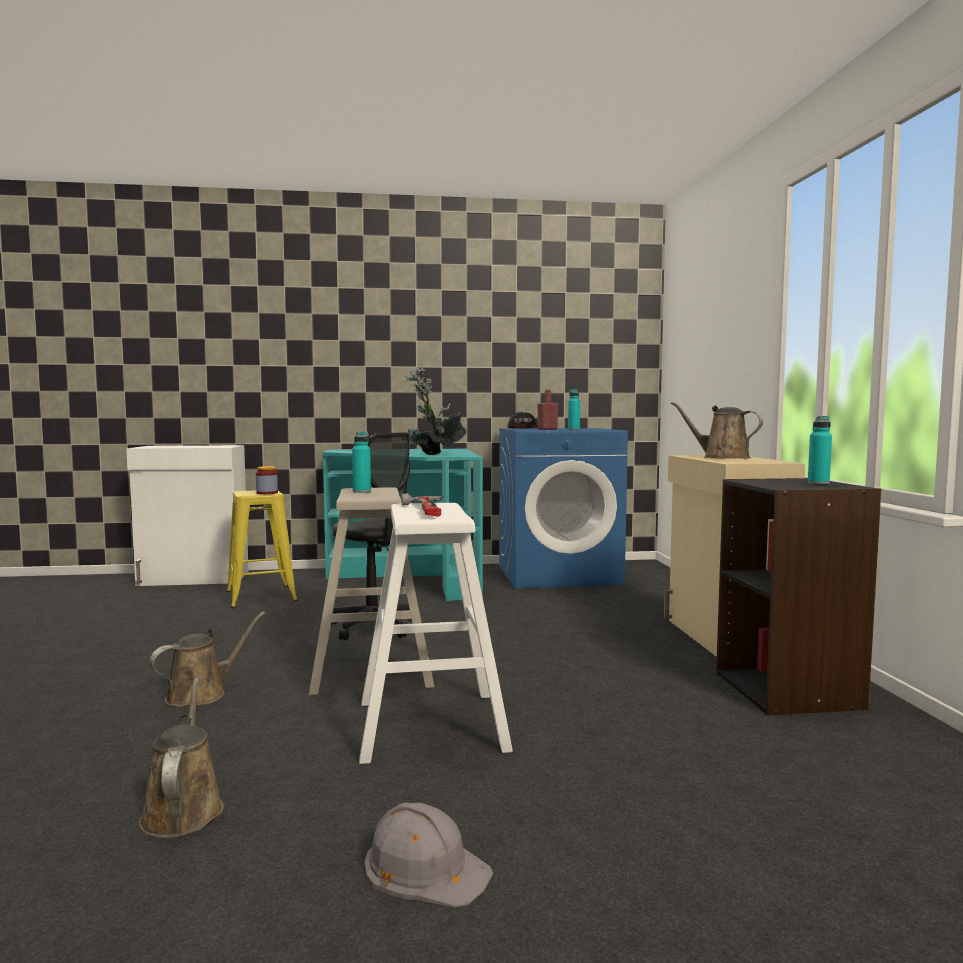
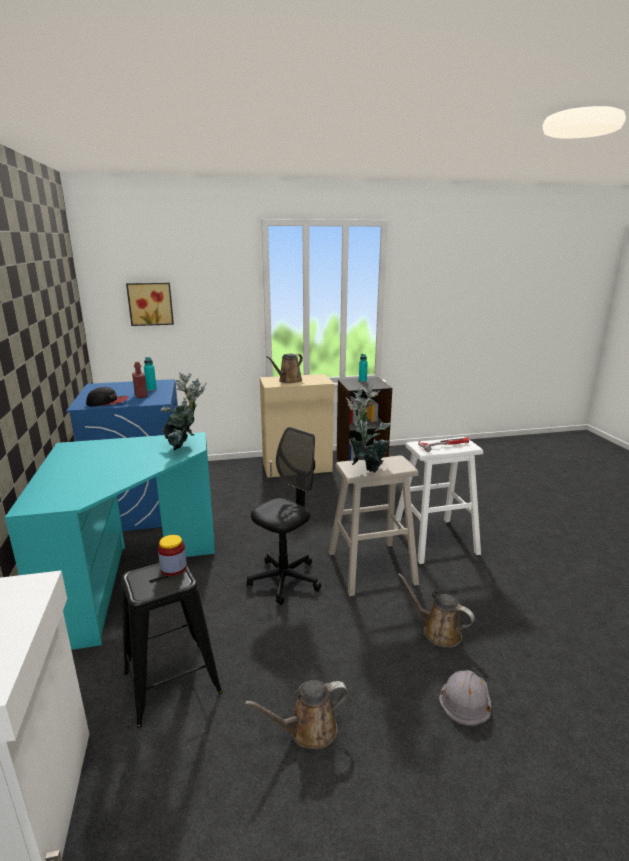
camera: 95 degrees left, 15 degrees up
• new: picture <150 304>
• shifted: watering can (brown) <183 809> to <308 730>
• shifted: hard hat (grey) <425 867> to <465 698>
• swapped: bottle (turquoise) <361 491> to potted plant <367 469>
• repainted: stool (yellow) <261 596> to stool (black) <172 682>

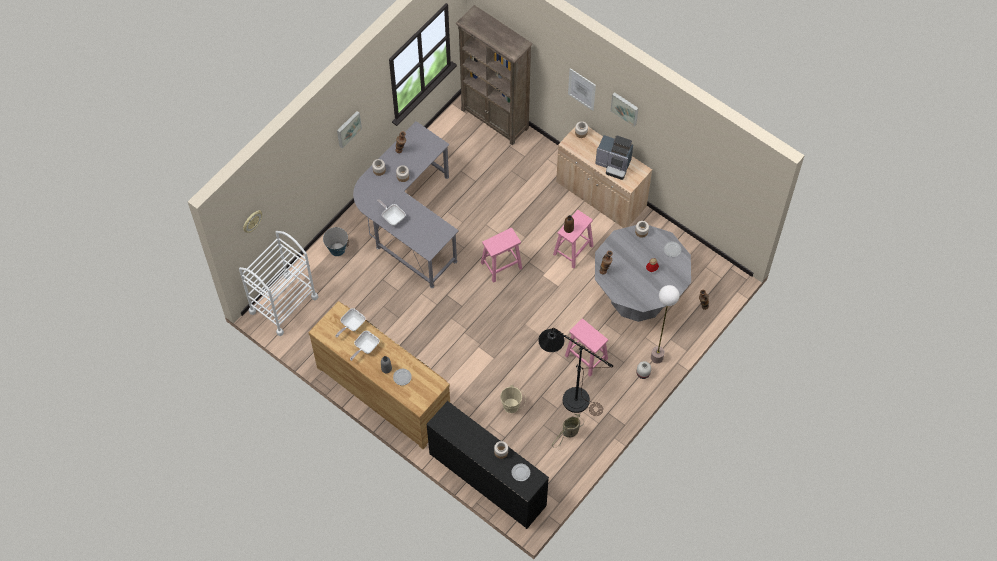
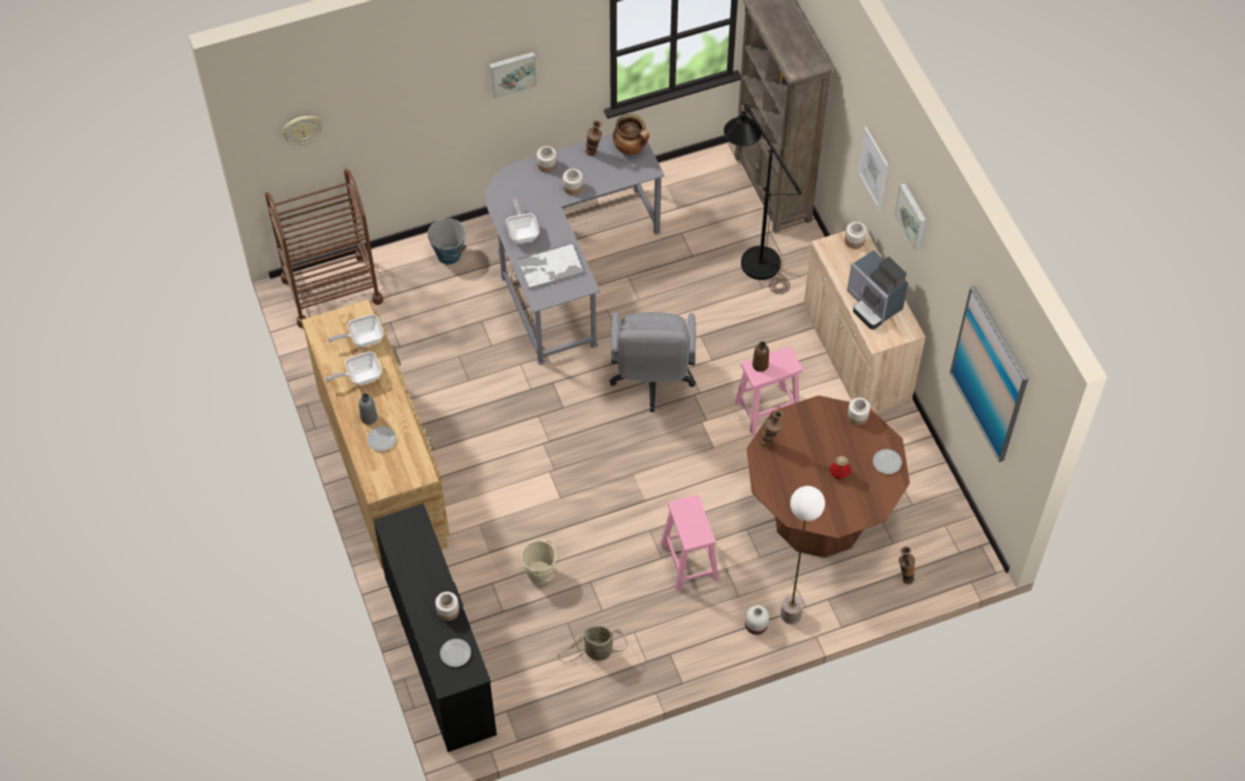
camera: 30 degrees right, 5 degrees down
• new: tray <550 267>
• new: cooking pot <631 149>
• new: picture <989 374>
• shifted: floor lamp (black) <568 396> to <753 255>
• swapped: stool (pink) <501 266> to office chair (grey) <652 381>
• repainted: cart (white) <283 304> to cart (brown) <332 290>
• repainted: dining table (grey) <638 296> to dining table (brown) <819 516>

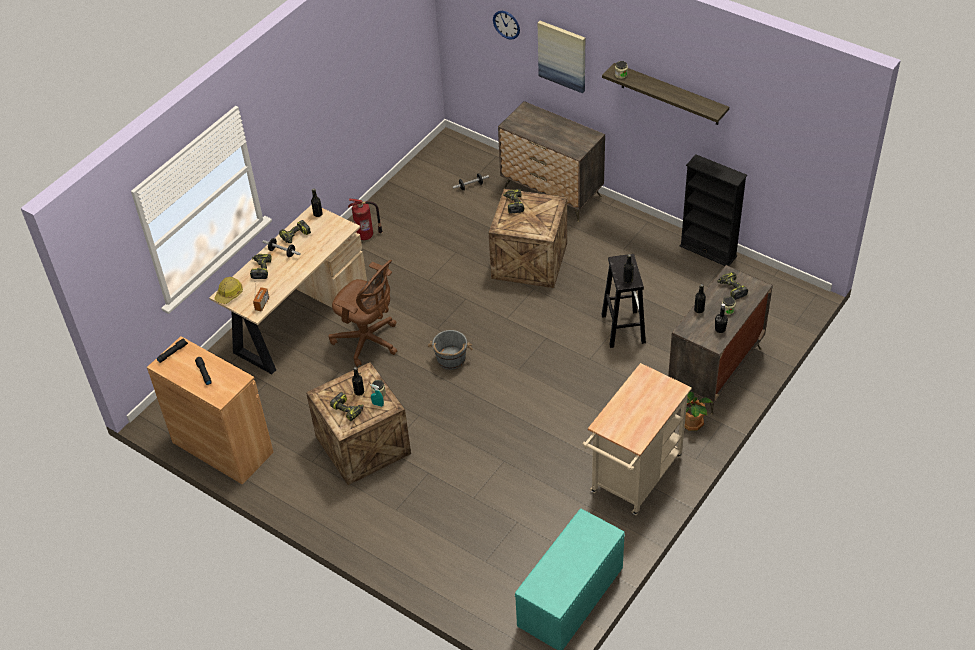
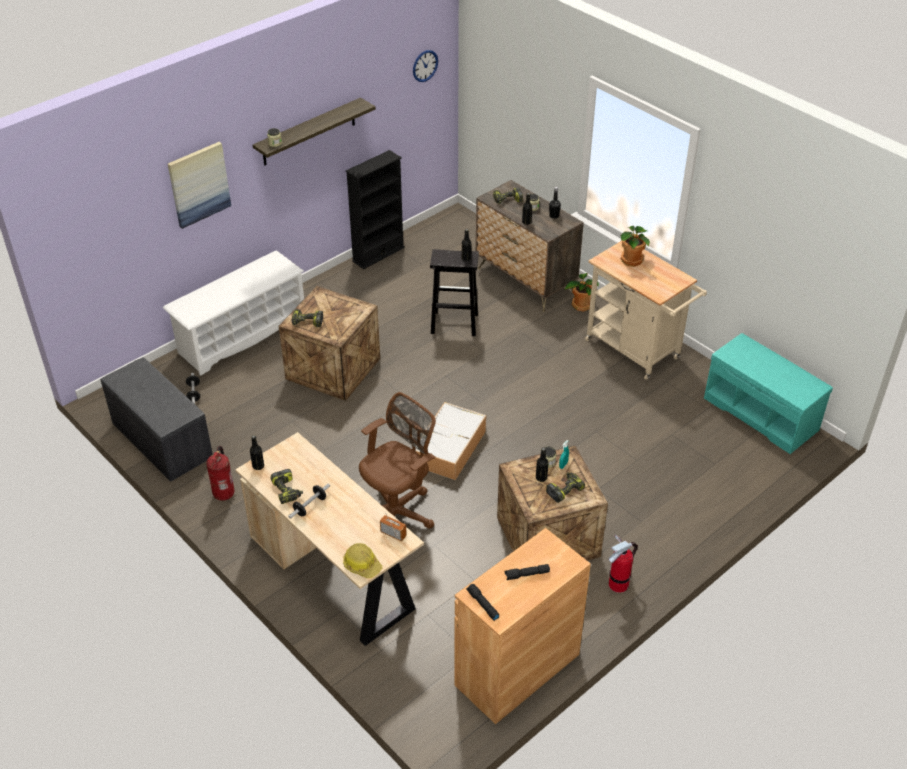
camera: 80 degrees left, 5 degrees down
• gone: power drill <261 269>
• new: bench (grey) <160 439>
• new: fire extinguisher <618 584>
• new: potted plant <632 260>
• shifted: wall clock <506 24> to <425 65>
• swapped: bucket (grey) <451 359> to storage box <449 449>
• swapped: dresser <552 193> to shoe rack (white) <242 335>

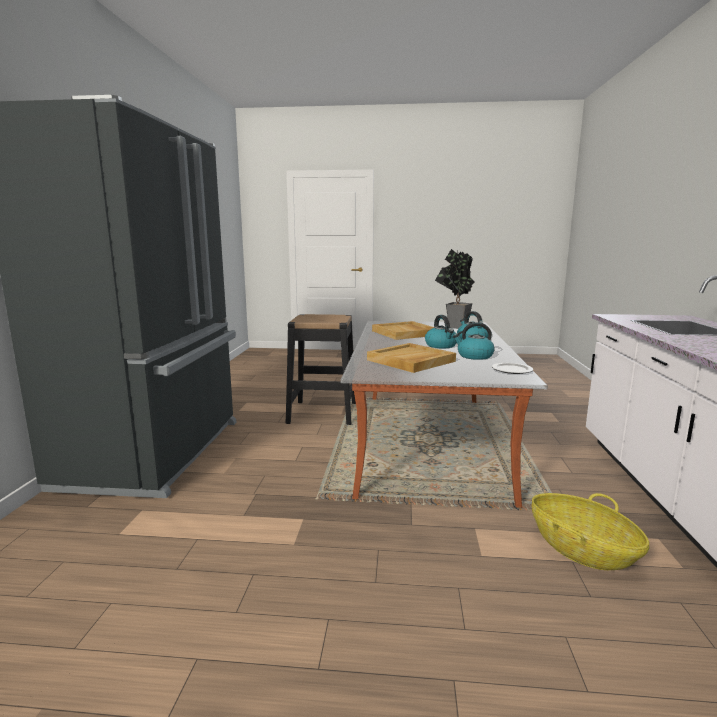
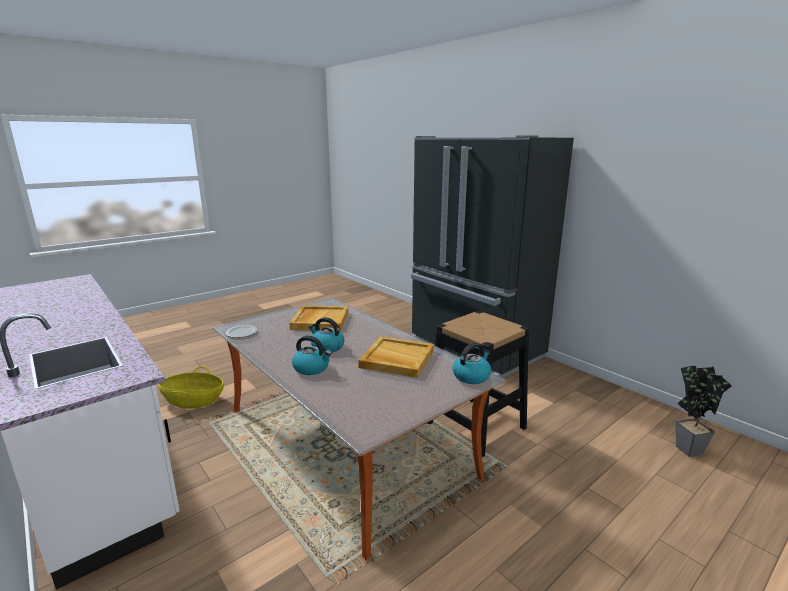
camera: 135 degrees right, 5 degrees up
• shifted: potted plant <455 327> to <688 447>
• shifted: kettle <474 356> to <471 376>

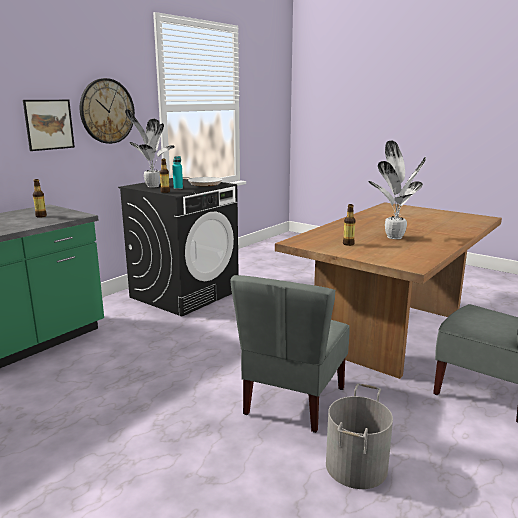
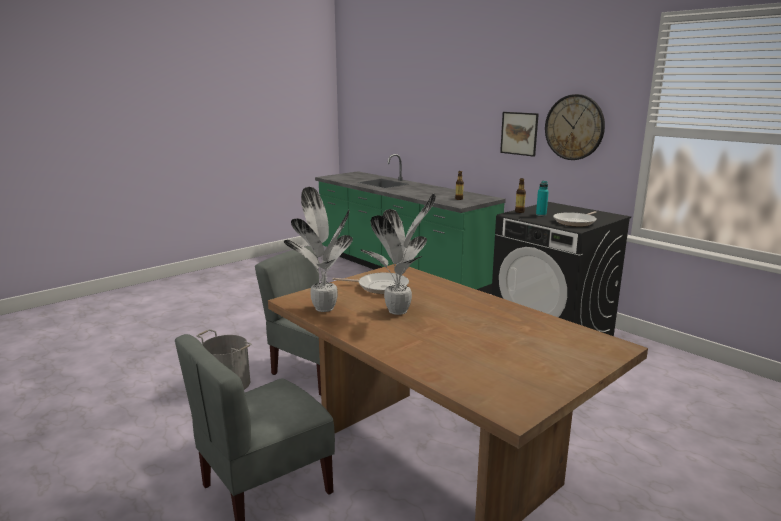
camera: 100 degrees right, 0 degrees up
• shifted: potted plant <151 186> to <324 307>
• swapped: bottle <348 244> to frying pan <380 286>

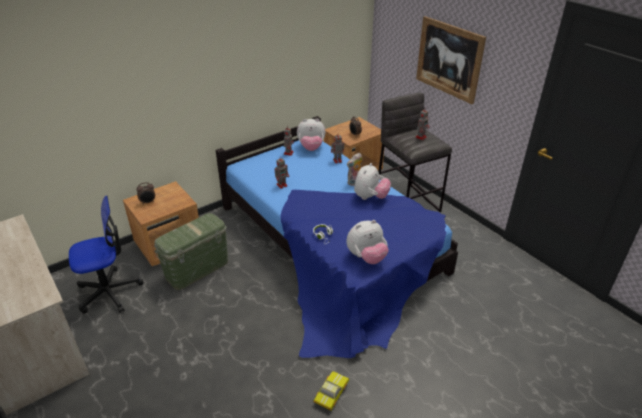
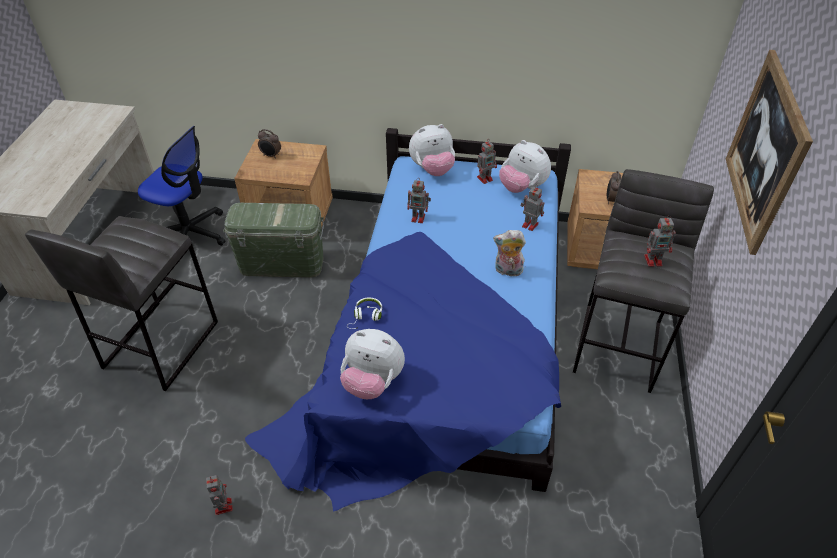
camera: 45 degrees right, 10 degrees up
• new: stool (grey) <159 345>
• shifted: plush toy <370 197> to <432 169>
• swapped: toy car <330 393> to toy robot <223 505>

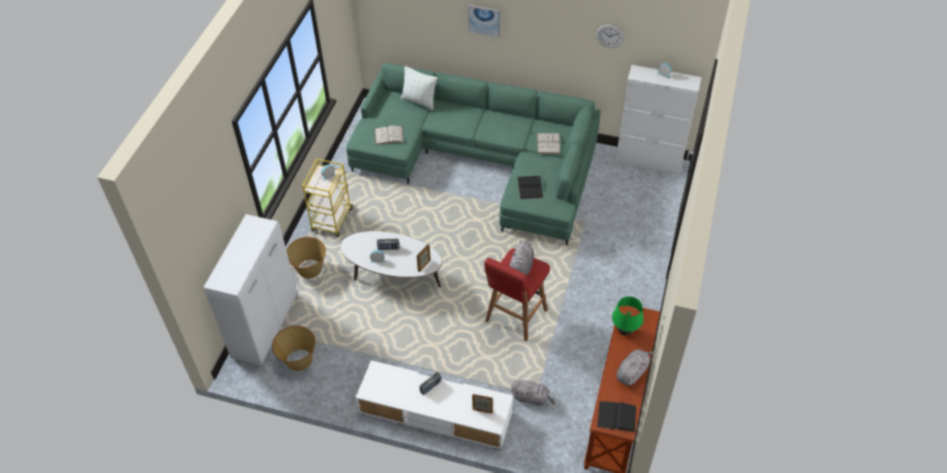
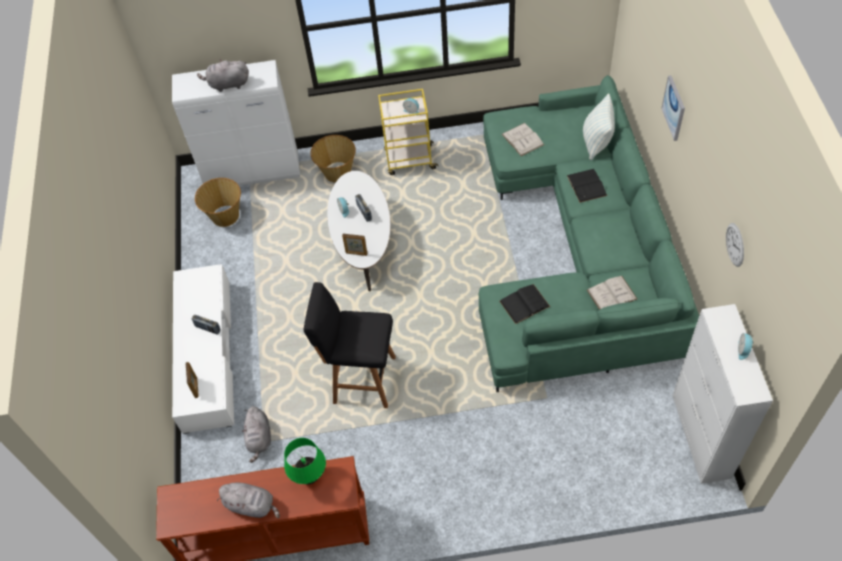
camera: 70 degrees right, 5 degrees up
• shifted: plush toy (grey) <521 268> to <227 84>
• shifted: book (black) <616 416> to <586 185>
• repainted: stool (red) <515 317> to stool (black) <361 379>

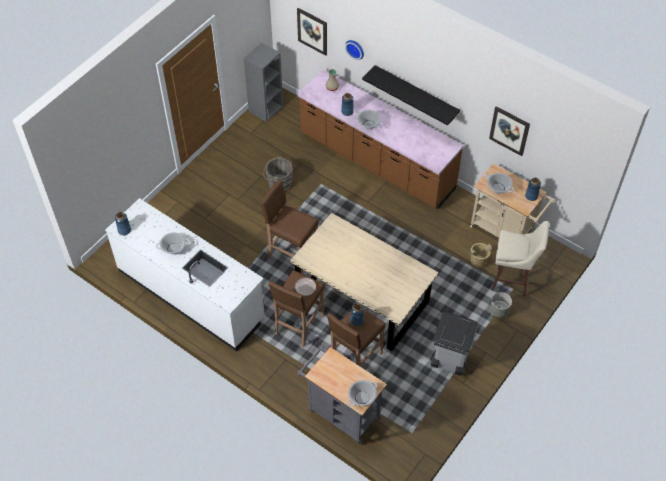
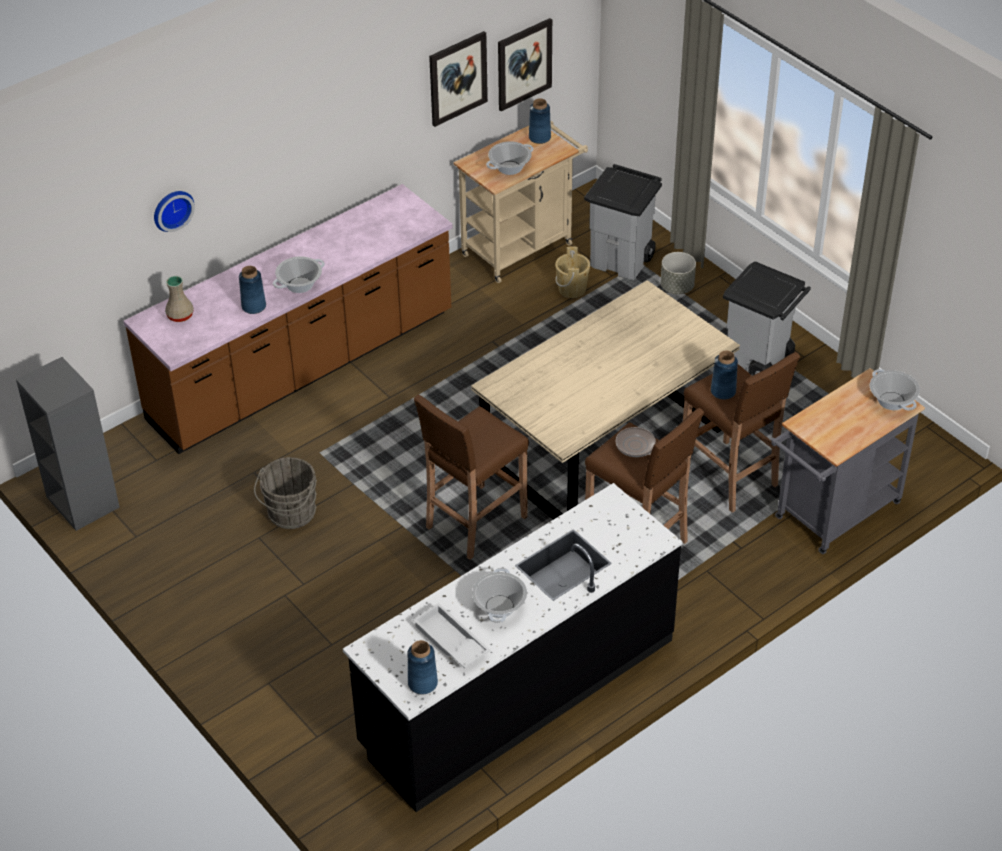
camera: 75 degrees left, 10 degrees down
• gone: shelf (black) <416 93>
• new: tray (white) <450 642>
• shifted: picture <312 31> to <524 64>
• swapped: stool (beige) <512 280> to trash can (grey) <622 260>
• repainted: counter (white) <191 294> to counter (black) <517 692>

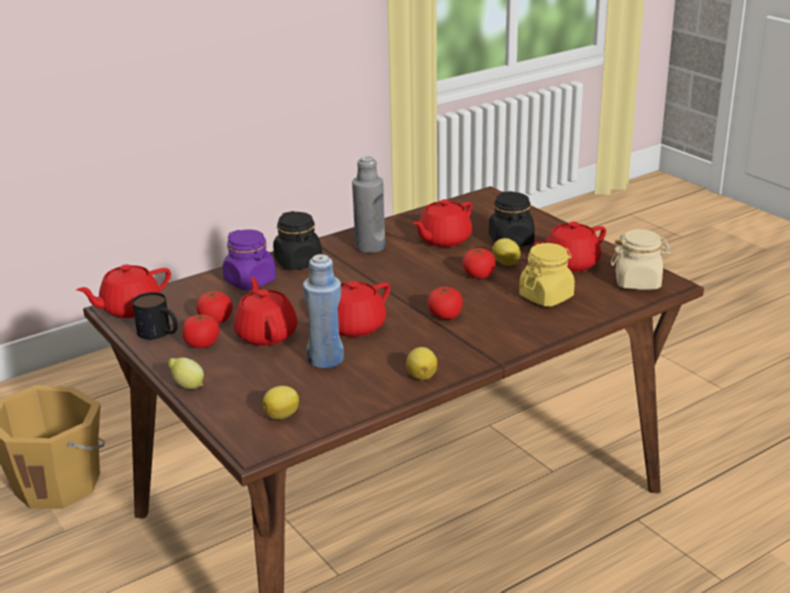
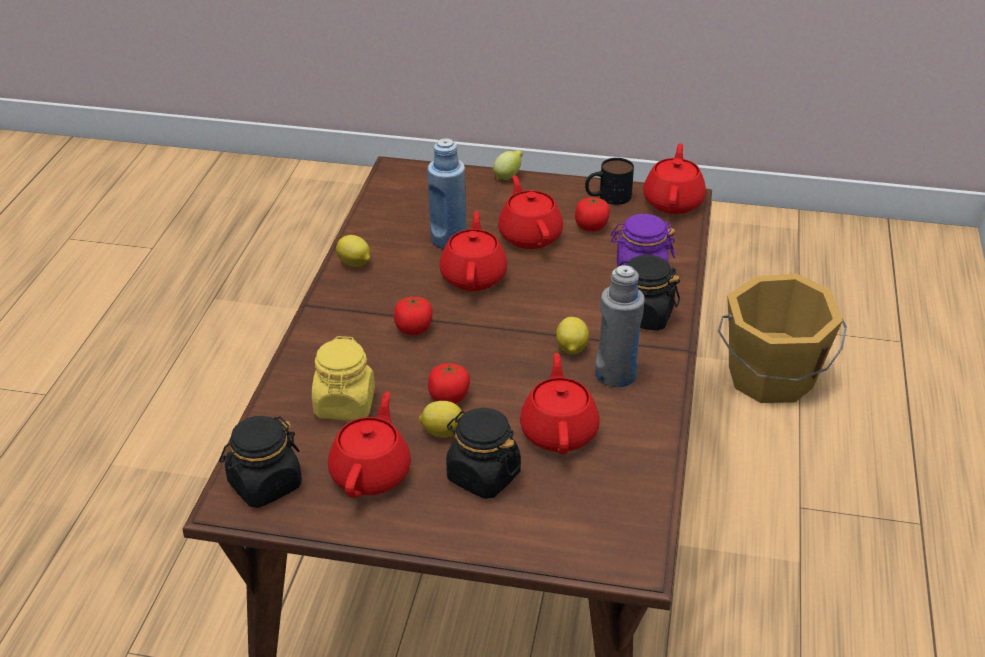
camera: 135 degrees right, 10 degrees up
• gone: tomato <202 344>
• shifted: lemon <283 415> to <571 349>
• repainted: jar (beige) <638 282> to jar (black) <264 485>
• rotated: teapot (red) <266 334> = <530 236> 135 degrees counterclockwise

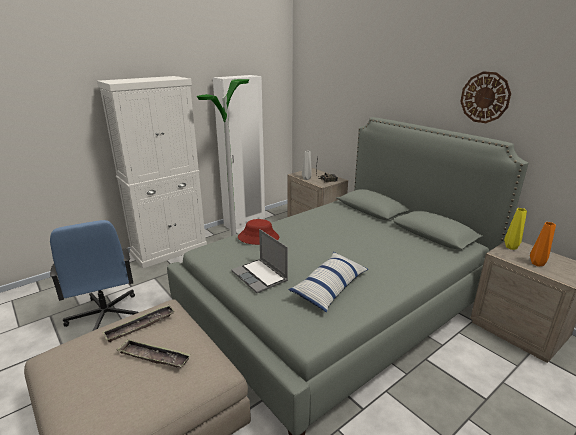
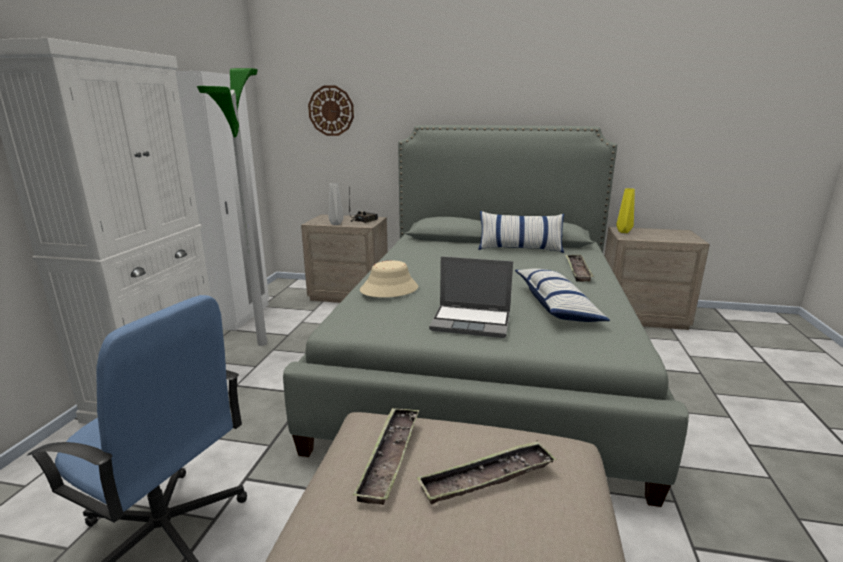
camera: 40 degrees left, 5 degrees down
• gone: vase (orange) <538 264>
• new: pillow <519 249>
• new: tray <577 270>
• shifted: wall clock <485 97> to <331 111>
• repainted: hat (red) <258 237> to hat (beige) <389 289>

